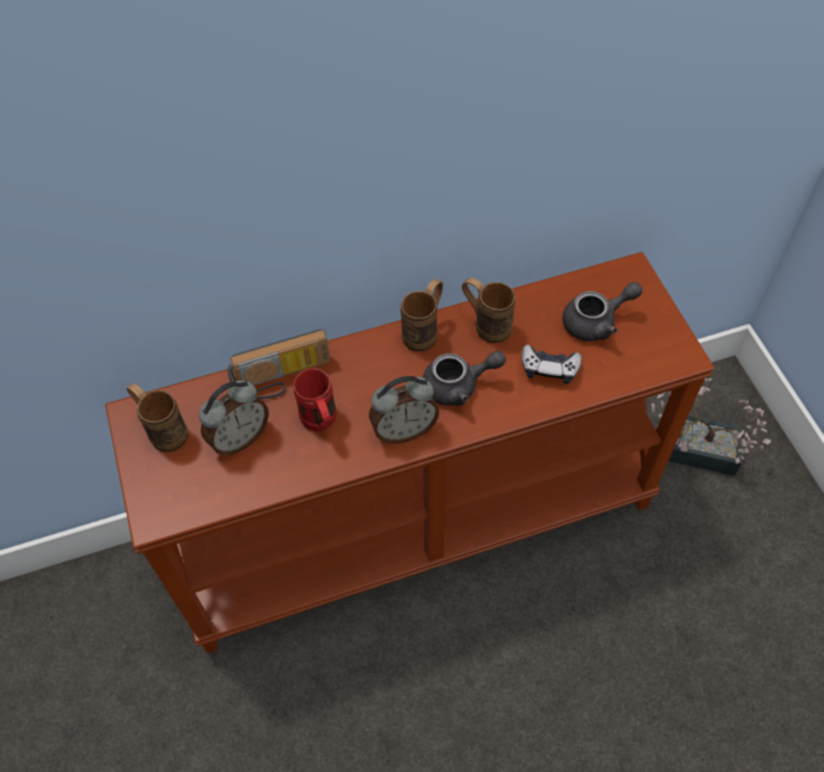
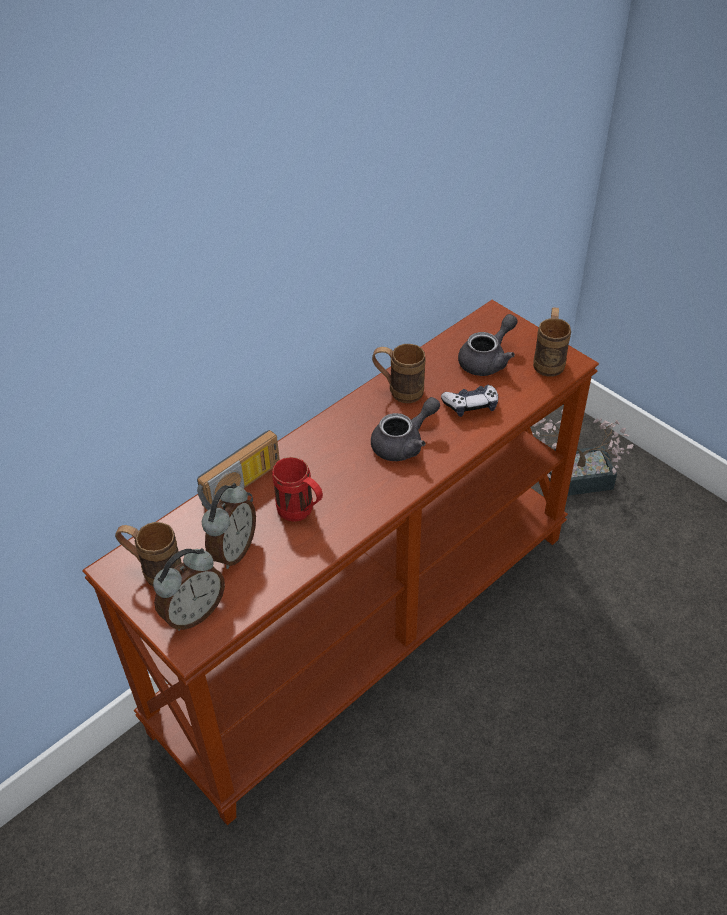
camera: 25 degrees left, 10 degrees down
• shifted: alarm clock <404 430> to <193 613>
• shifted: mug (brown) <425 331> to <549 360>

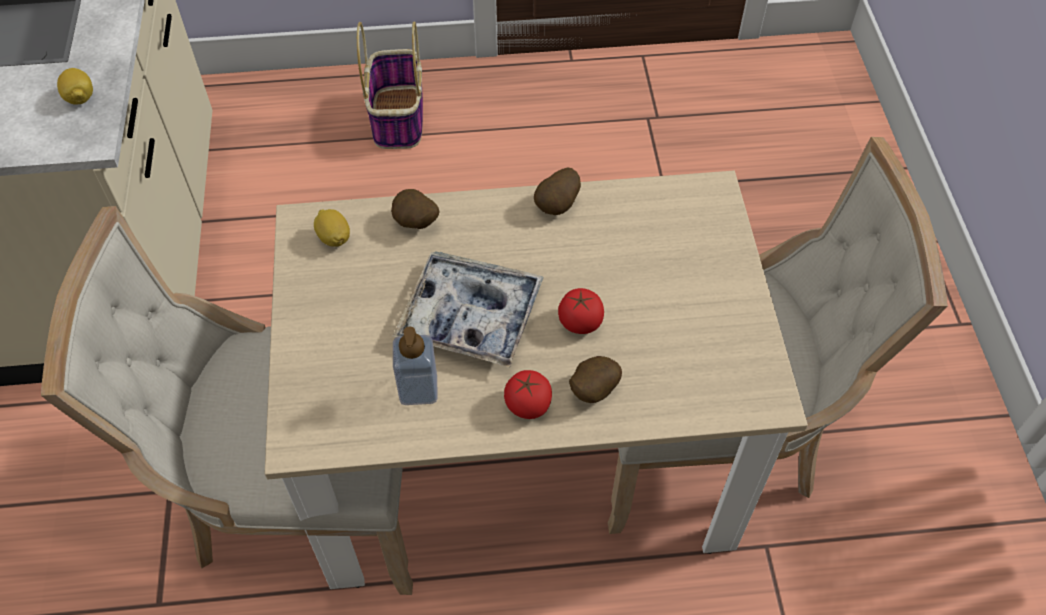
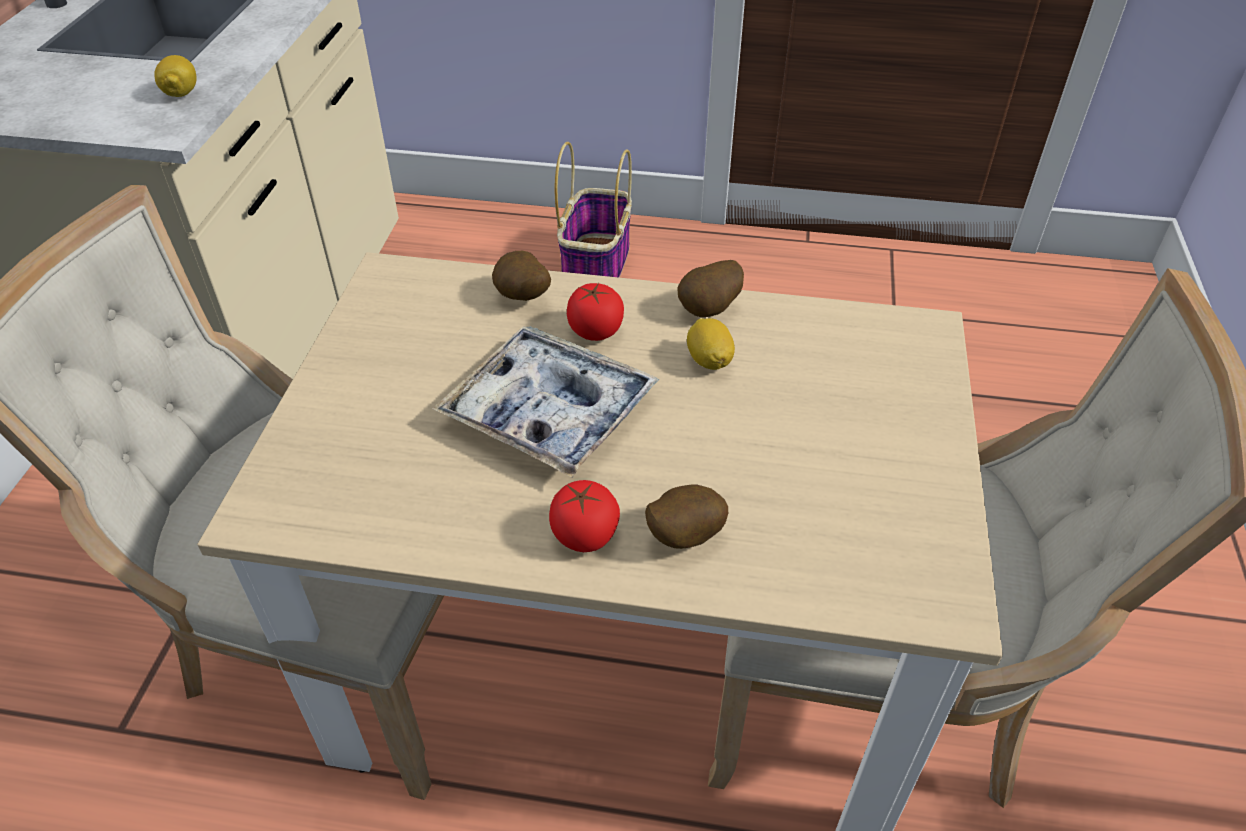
camera: 15 degrees right, 10 degrees down
• gone: soap dispenser <418 389>
• shifted: lemon <334 238> to <709 360>
• shifted: tomato <580 322> to <595 331>

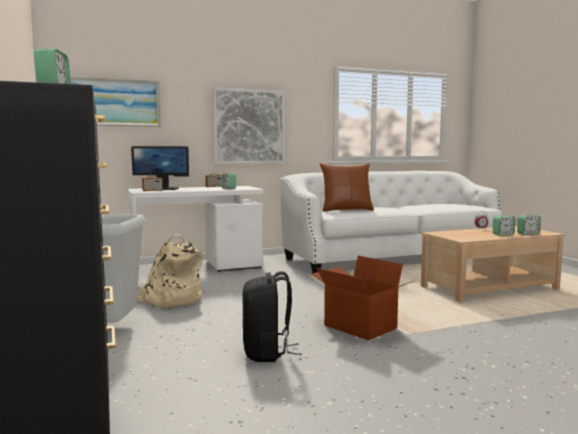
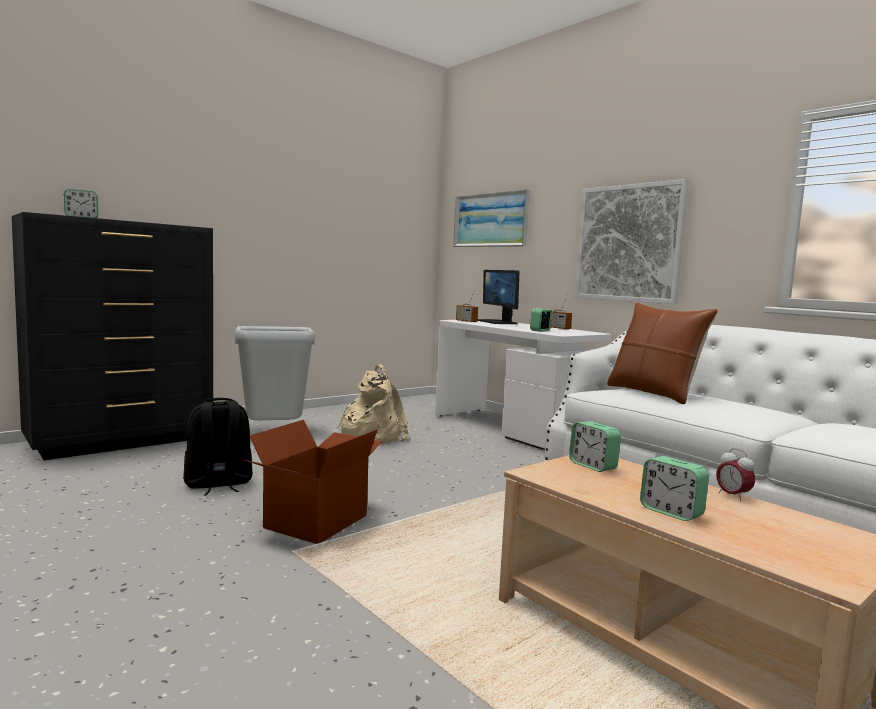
camera: 70 degrees right, 0 degrees up
• shifted: alarm clock <528 234> to <592 466>

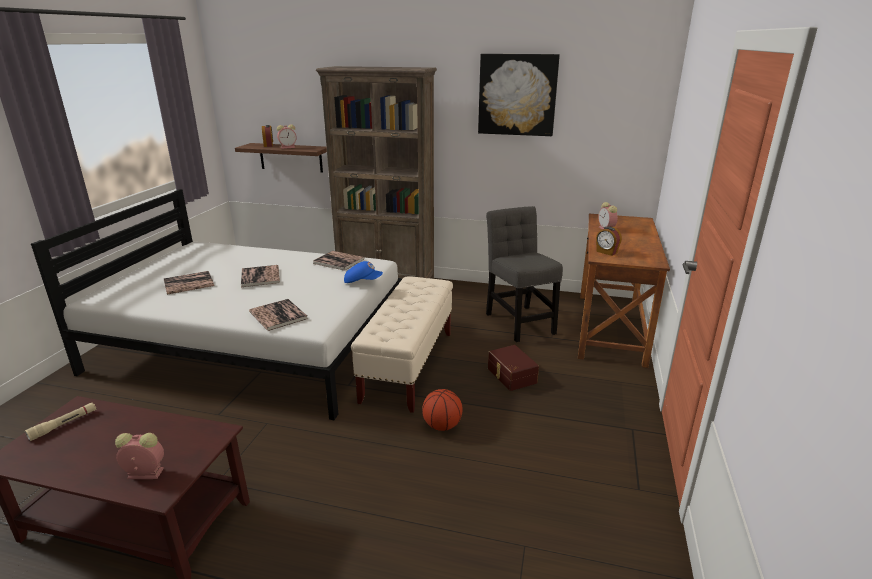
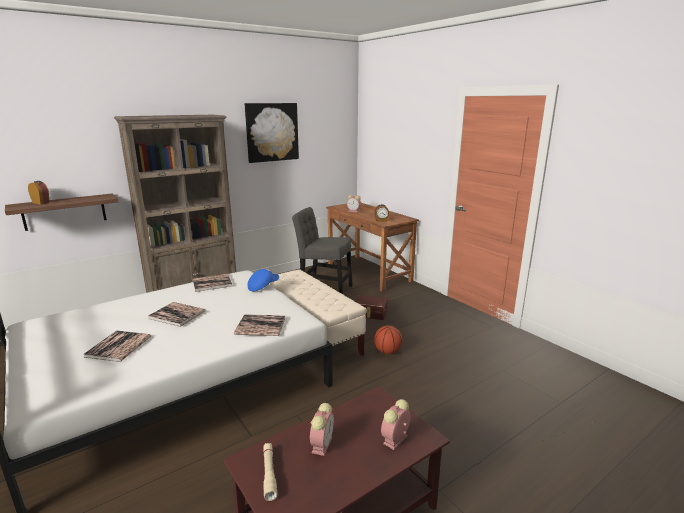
camera: 50 degrees left, 5 degrees down
• shifted: alarm clock <288 147> to <322 444>

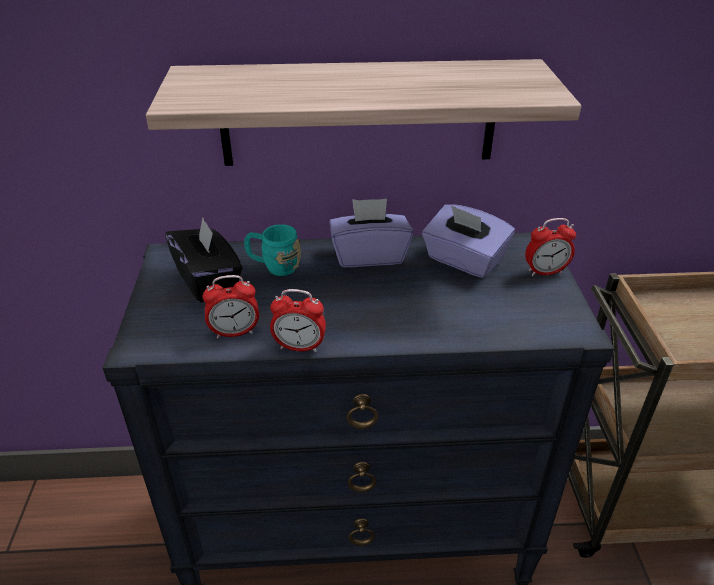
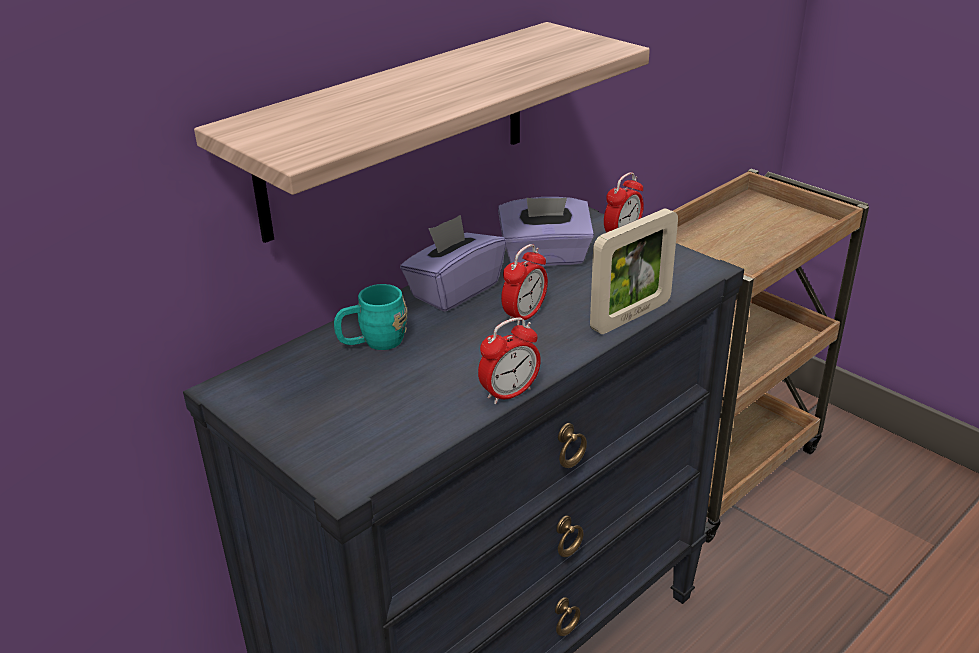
camera: 40 degrees left, 5 degrees down
• gone: tissue box (black) <208 280>
• new: picture frame <631 316>
• shifted: alarm clock <235 332> to <524 315>

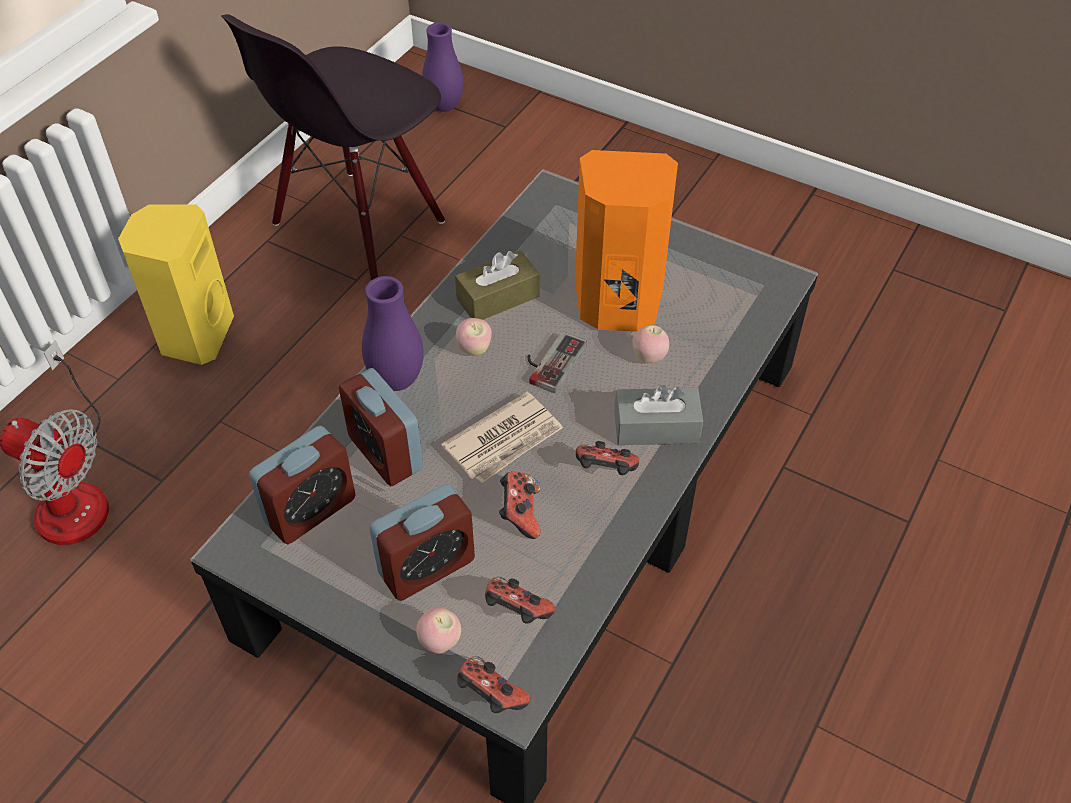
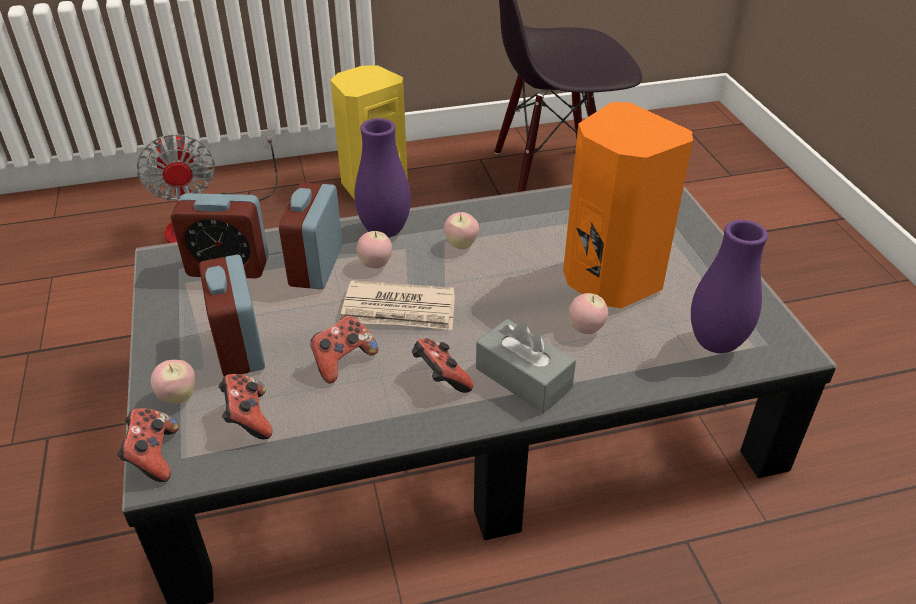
camera: 45 degrees right, 10 degrees down
• gone: tissue box (brown) <498 297>
• gone: game controller <550 361>
• new: apple <375 265>
• shifted: vase (purple) <444 106> to <715 343>
• rotated: alarm clock <426 567> = <239 347> 60 degrees clockwise

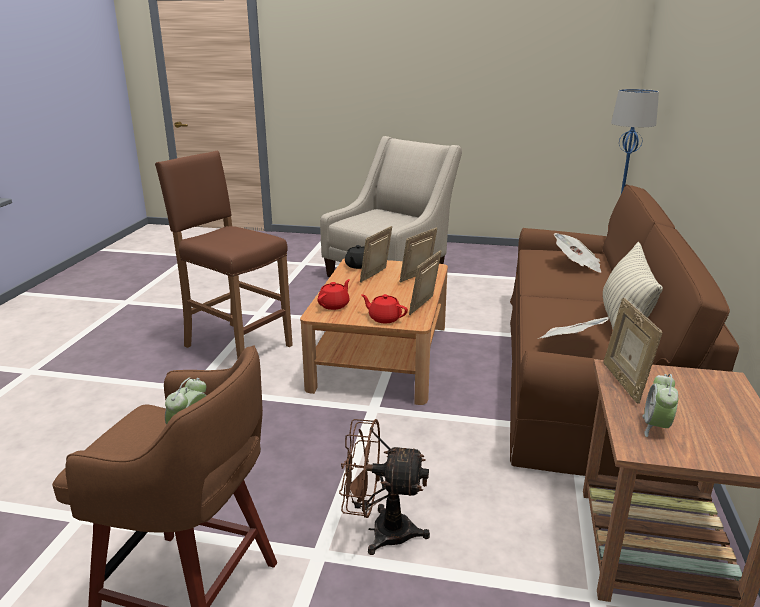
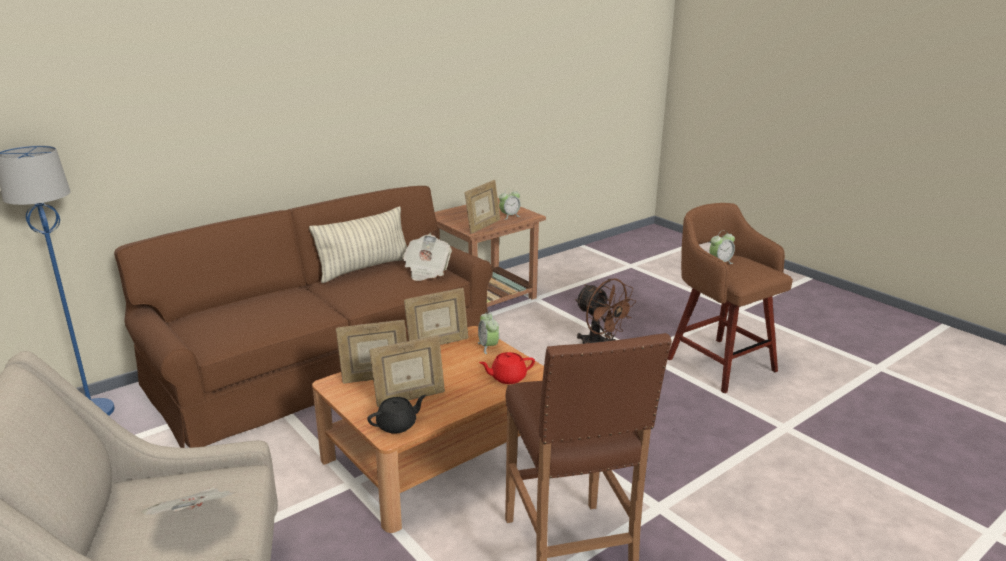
camera: 140 degrees left, 0 degrees up
• shifted: newspaper <577 265> to <195 518>
• swapped: teapot (red) <384 318> to alarm clock <488 347>

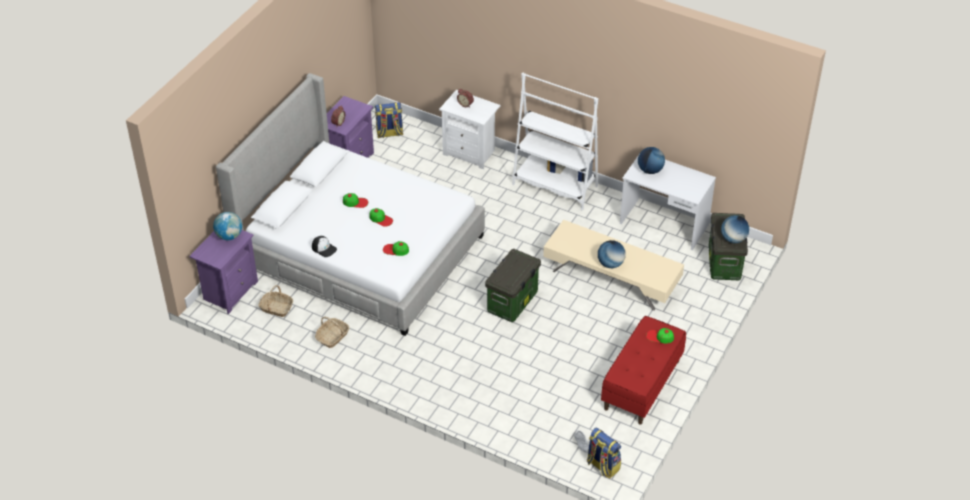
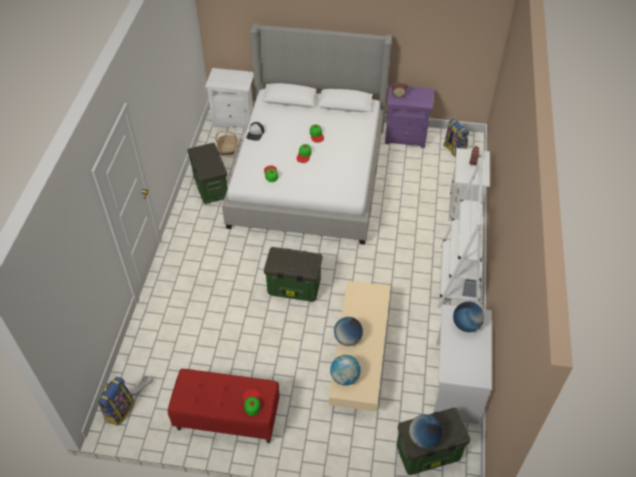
camera: 70 degrees right, 5 degrees up
• shifted: globe <229 236> to <344 377>
• swapped: basket <332 337> to storage box <210 187>
• repainted: nightstand (purple) <229 291> to nightstand (white) <235 119>

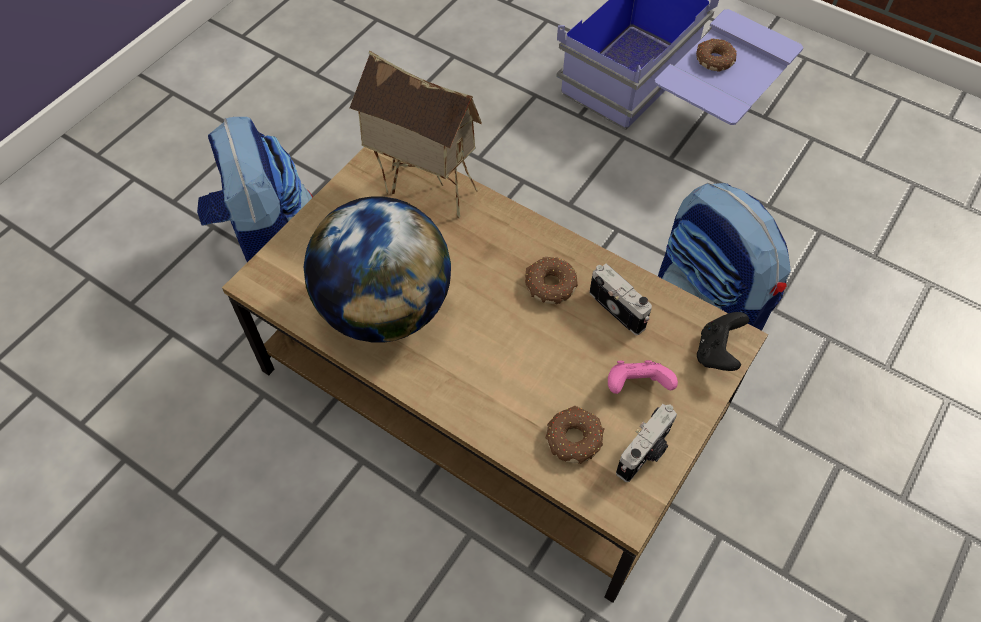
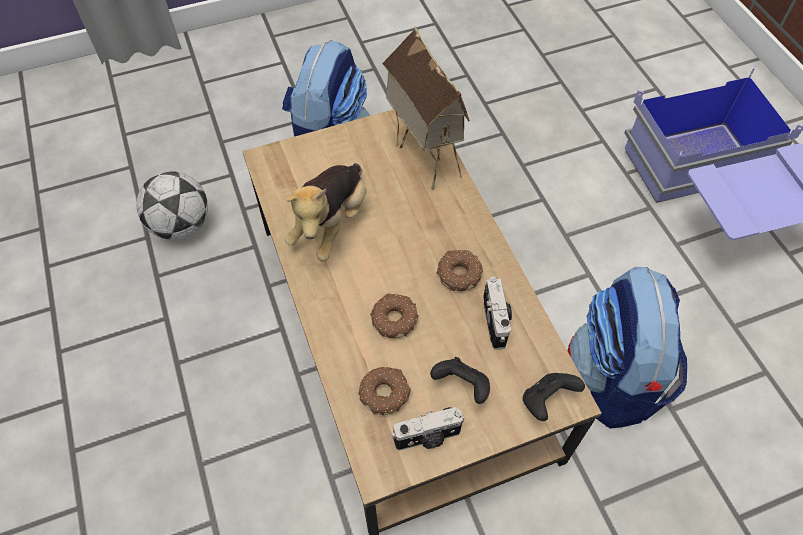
camera: 35 degrees right, 0 degrees up
• new: football <181 225>
• shifted: donut <714 59> to <394 319>
• swapped: globe <385 308> to plush toy <331 223>
• repainted: game controller (pink) <636 386> to game controller (black) <462 386>

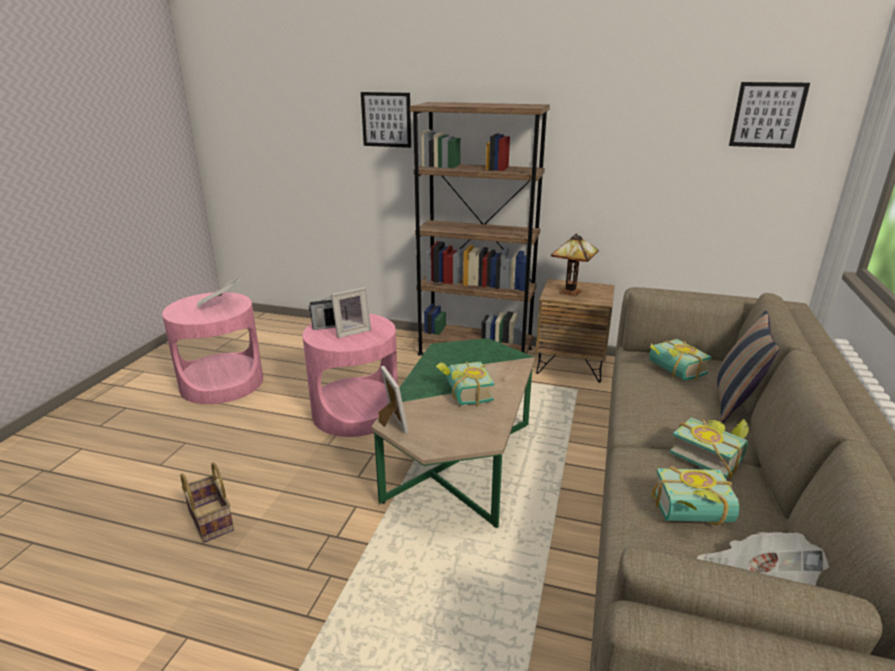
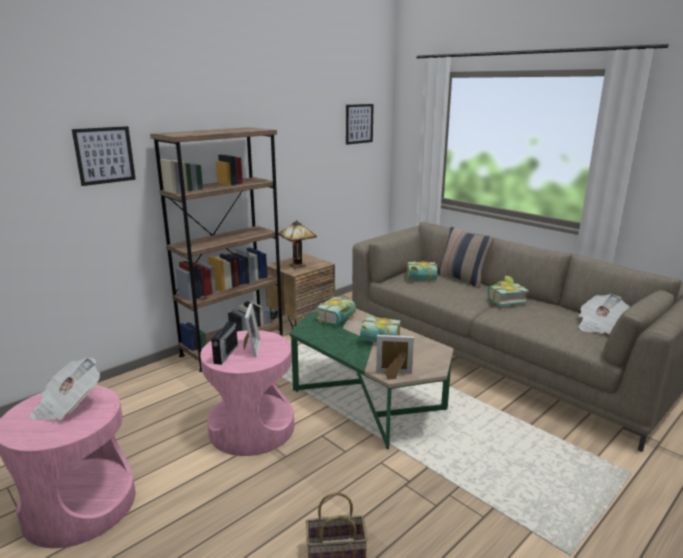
camera: 60 degrees left, 5 degrees down
• shifted: book <693 516> to <339 320>

